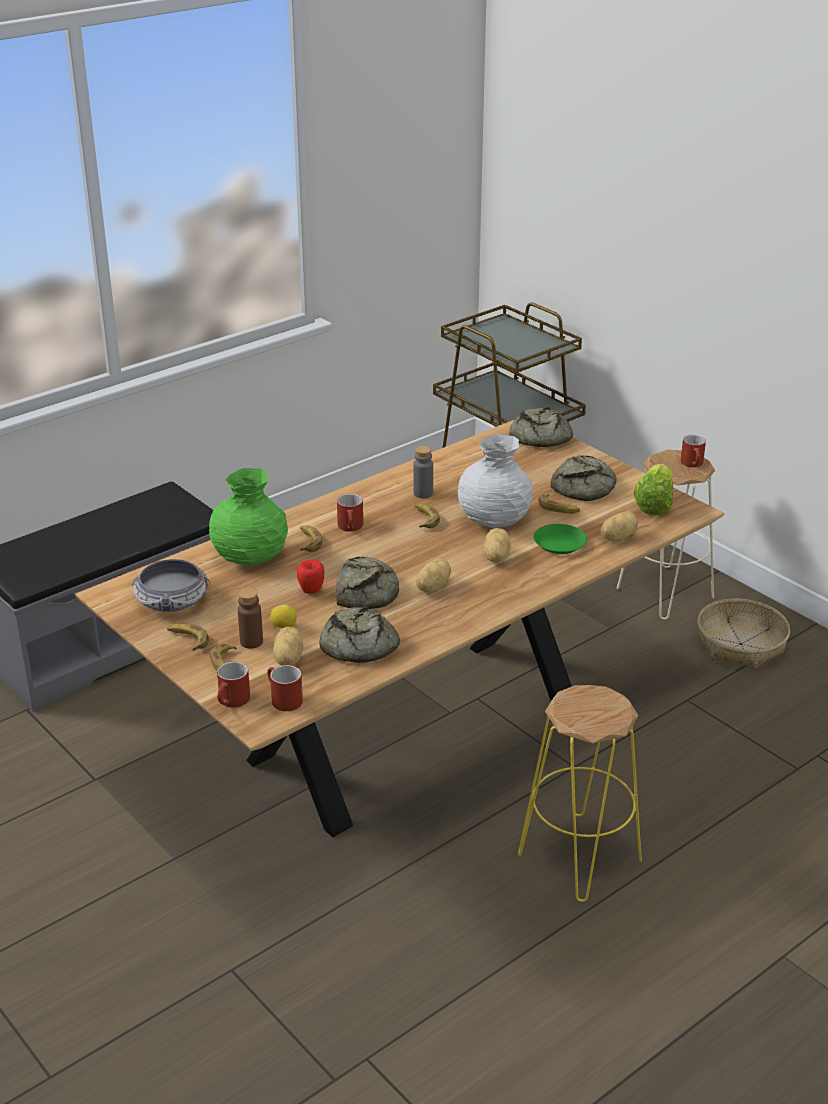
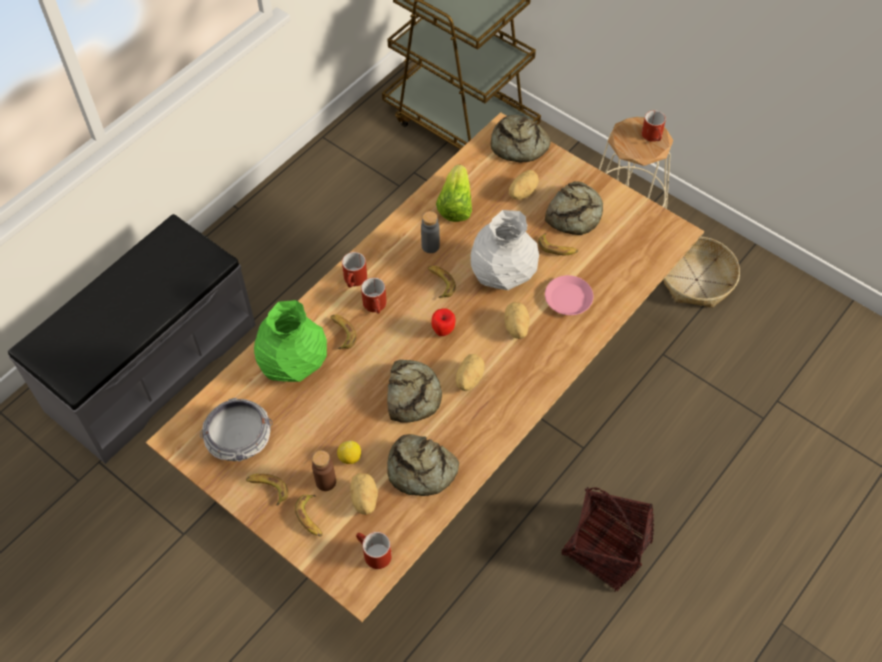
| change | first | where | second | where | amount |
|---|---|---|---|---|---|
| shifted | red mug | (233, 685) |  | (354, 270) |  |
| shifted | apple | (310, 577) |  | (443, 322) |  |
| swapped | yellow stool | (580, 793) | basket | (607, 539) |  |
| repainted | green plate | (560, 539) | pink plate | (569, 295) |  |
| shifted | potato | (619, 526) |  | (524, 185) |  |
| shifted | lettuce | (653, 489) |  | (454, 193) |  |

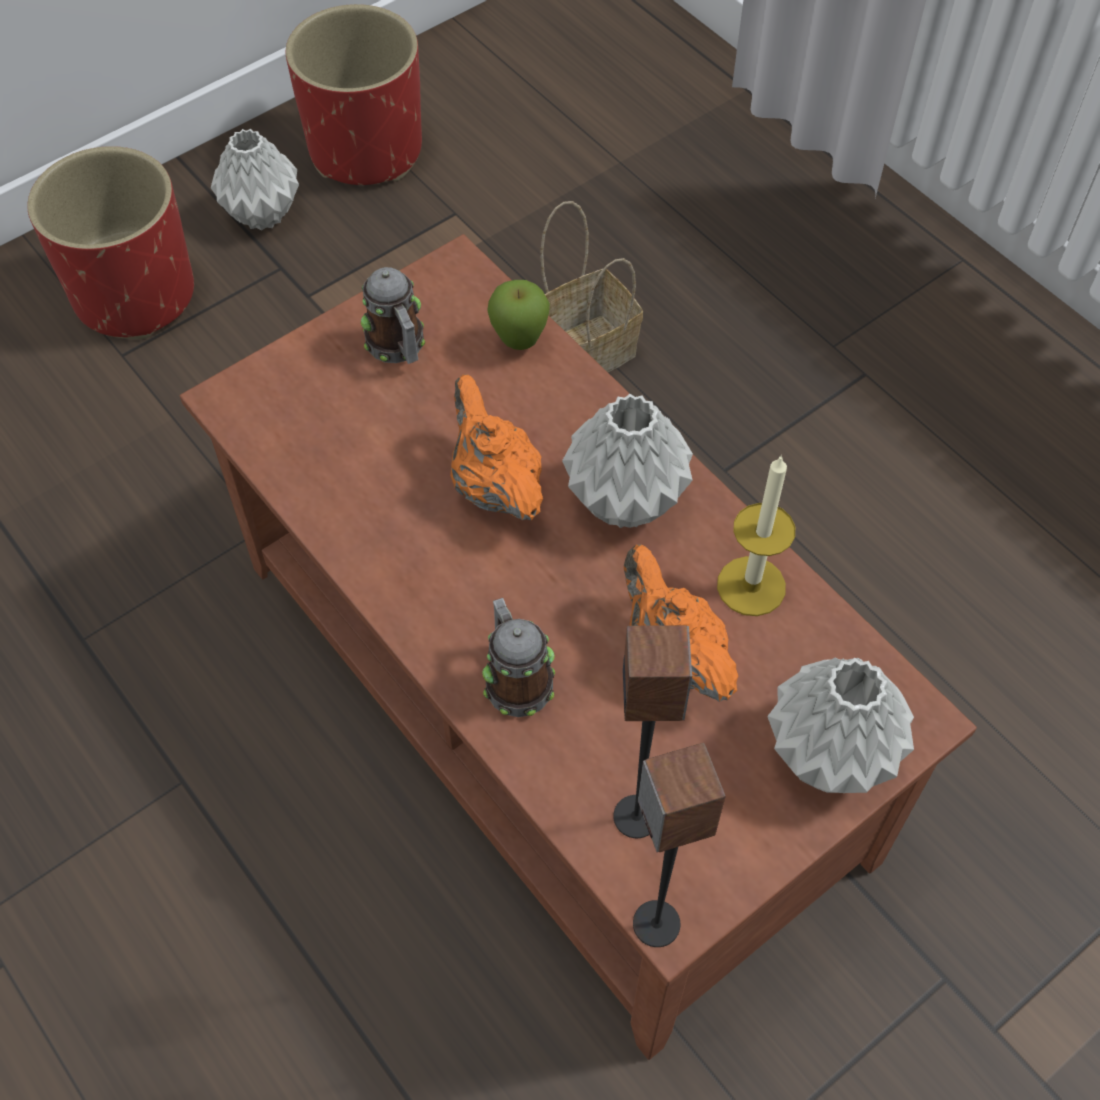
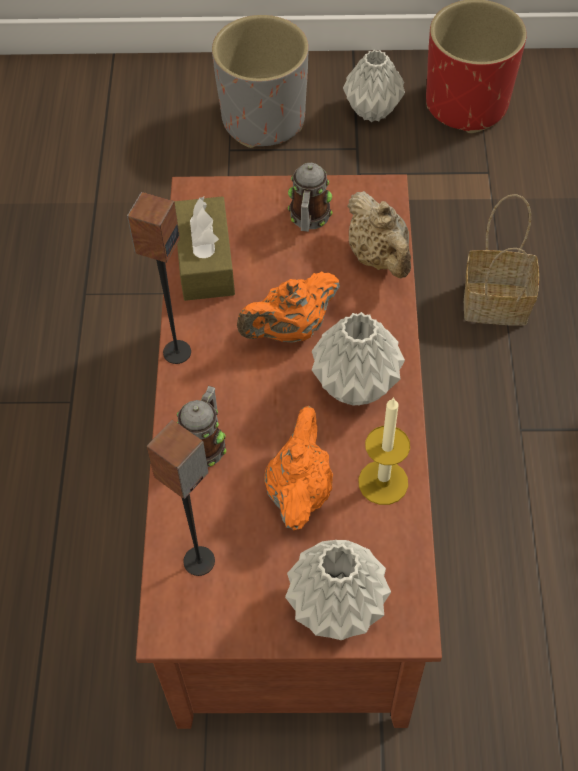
| change | first | where | second | where | amount |
|---|---|---|---|---|---|
| repainted | red planter | (110, 242) | grey planter | (260, 81) |  |
| rotated | orange teapot | (496, 447) |  | (288, 307) | 135 degrees counterclockwise |
| swapped | apple | (518, 315) | beige teapot | (379, 234) |  |
| shifted | speaker | (679, 845) |  | (159, 278) |  |
| new |  |  | brown tissue box | (204, 248) |  |

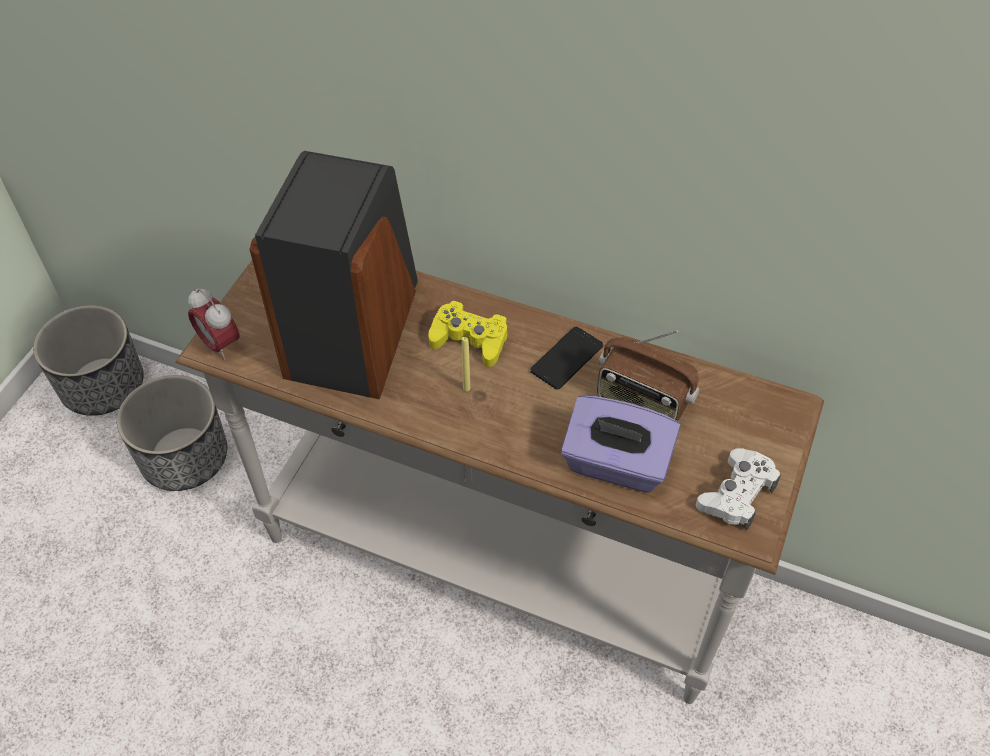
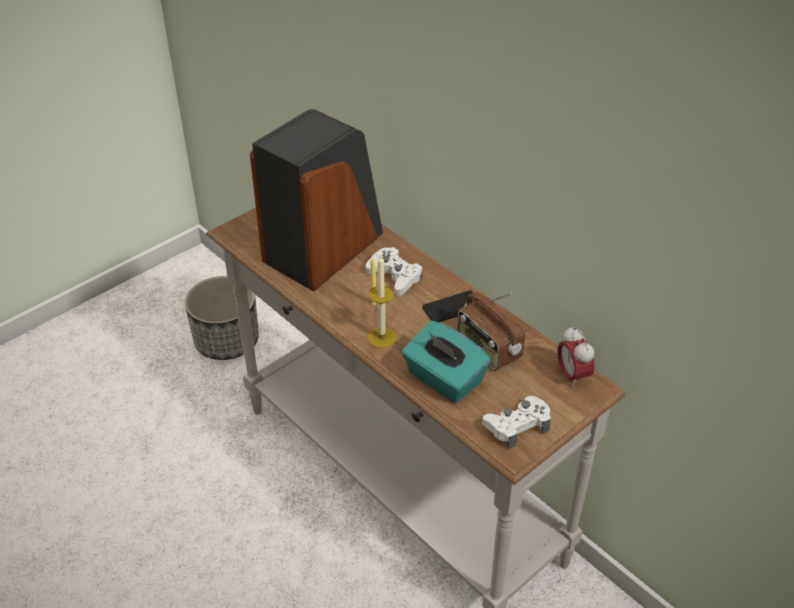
| change | first | where | second | where | amount |
|---|---|---|---|---|---|
| gone | planter | (88, 360) |  |  |  |
| shifted | alarm clock | (214, 324) |  | (576, 357) |  |
| repainted | yellow game controller | (468, 333) | white game controller | (394, 271) |  |
| repainted | purple tissue box | (620, 444) | turquoise tissue box | (446, 362) |  |
| new |  |  | candle | (381, 301) |  |

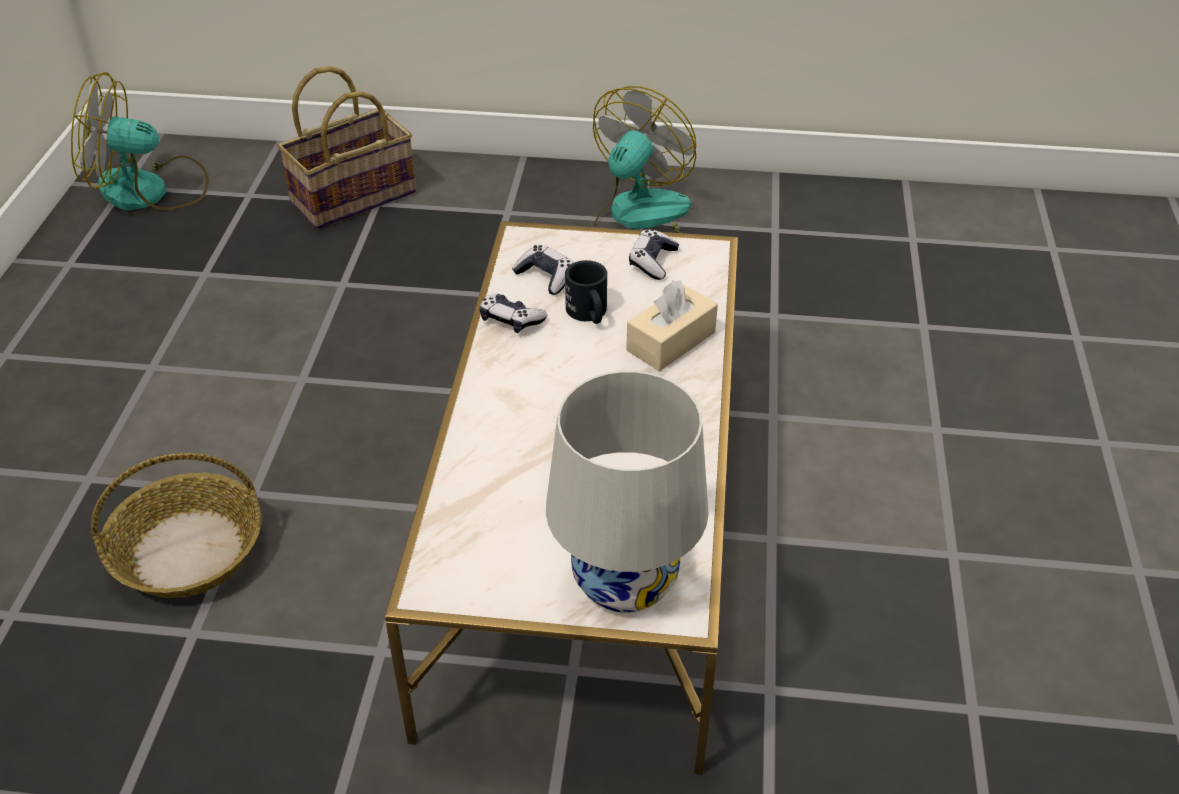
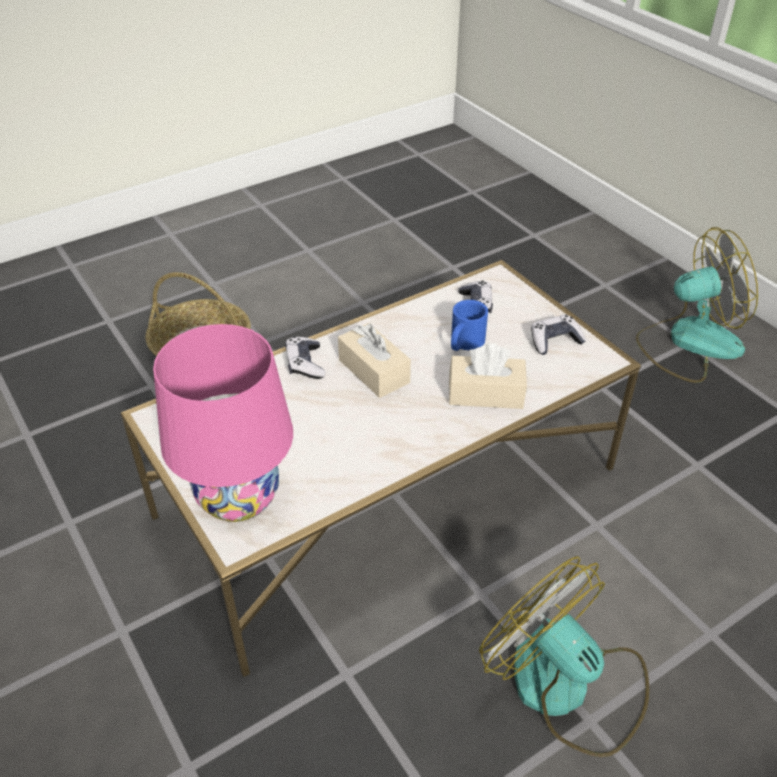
| change | first | where | second | where | amount |
|---|---|---|---|---|---|
| shifted | fan | (140, 141) |  | (564, 656) |  |
| gone | basket | (346, 147) |  |  |  |
| shifted | game controller | (513, 313) |  | (305, 358) |  |
| repainted | white table lamp | (627, 492) | pink table lamp | (223, 423) |  |
| repainted | black mug | (586, 292) | blue mug | (469, 325) |  |
| new |  |  | beige tissue box | (374, 360) |  |

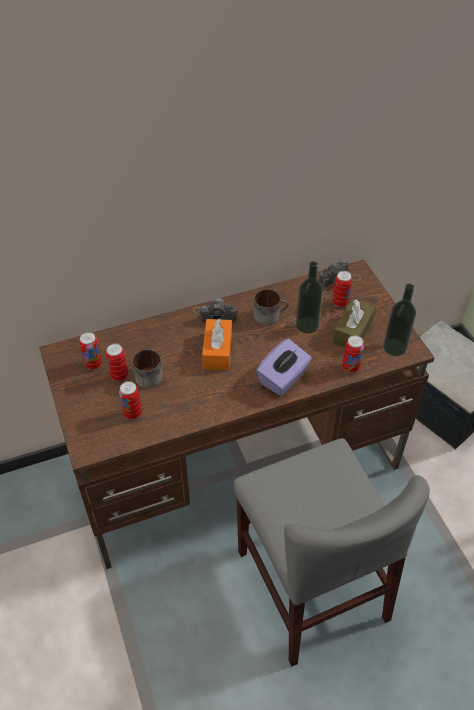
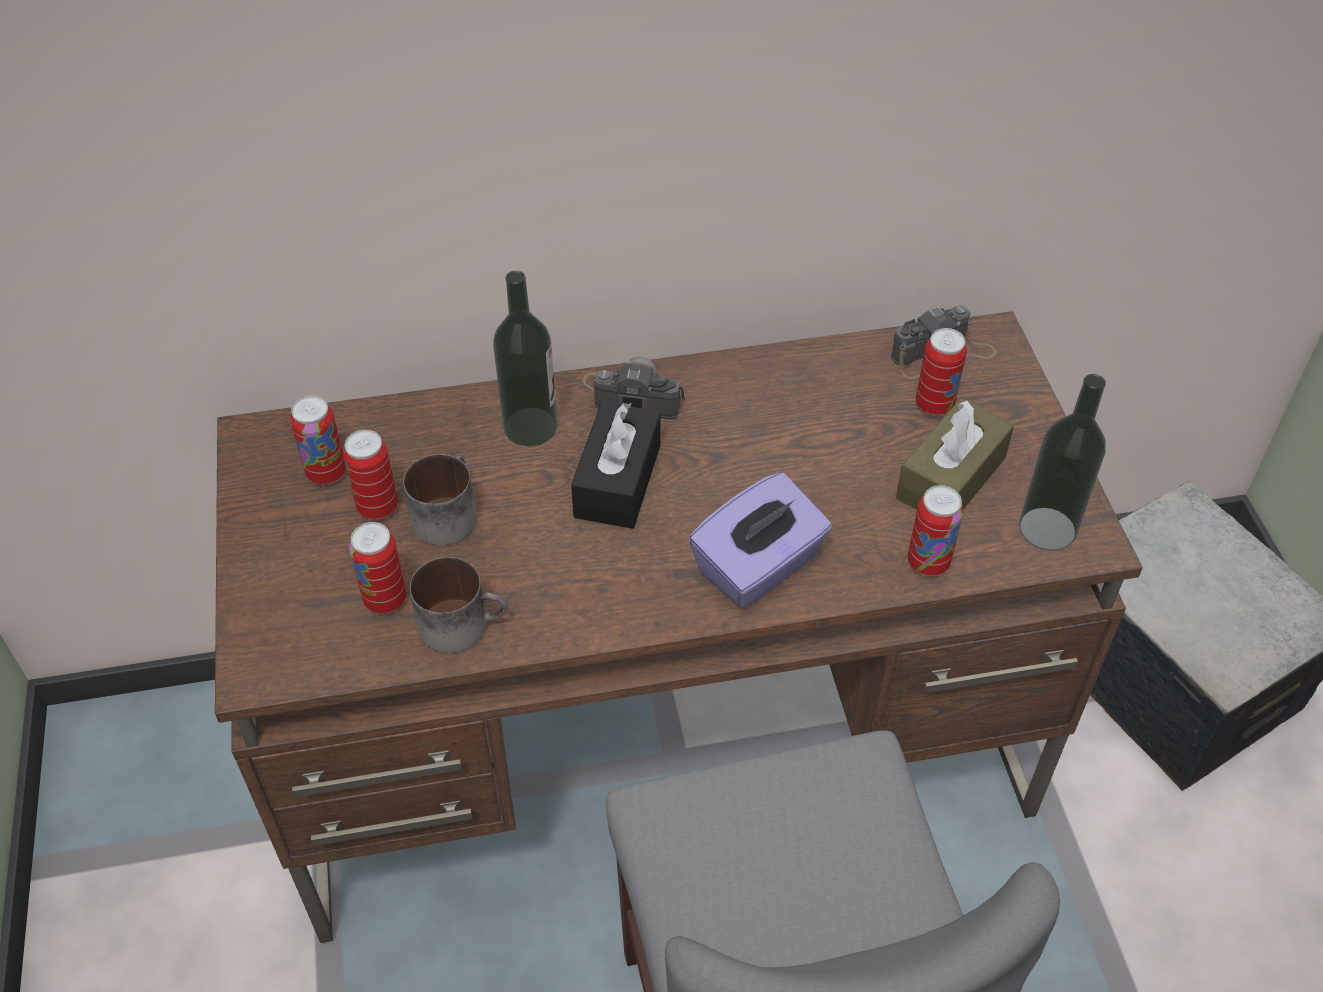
| change | first | where | second | where | amount |
|---|---|---|---|---|---|
| repainted | orange tissue box | (217, 344) | black tissue box | (616, 465) |  |
| shifted | mug | (271, 307) |  | (458, 605) |  |
| shifted | bottle | (309, 297) |  | (525, 358) |  |

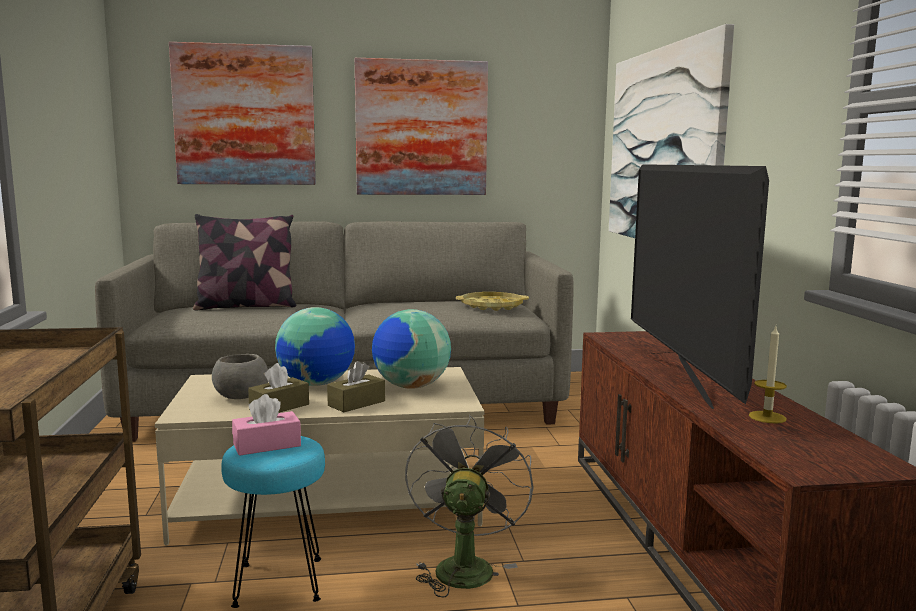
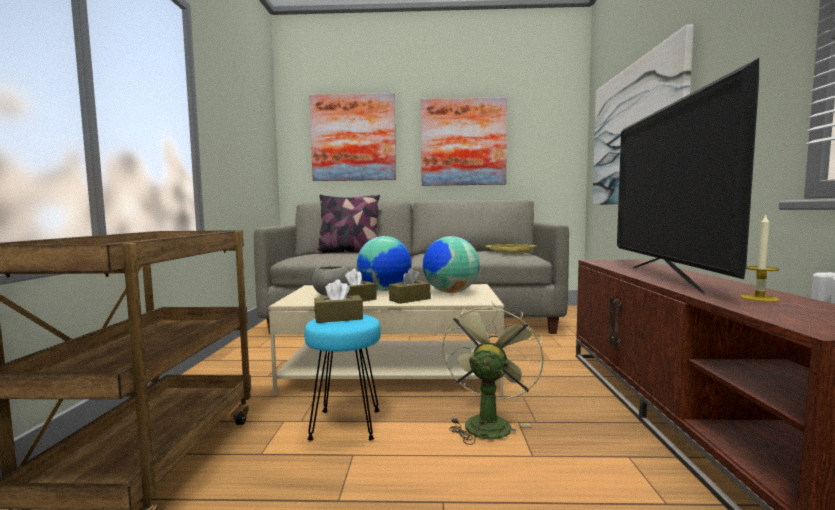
| change | first | where | second | where | amount |
|---|---|---|---|---|---|
| repainted | pink tissue box | (266, 425) | brown tissue box | (338, 301) |  |
| repainted | grey fan | (469, 506) | green fan | (493, 374) |  |

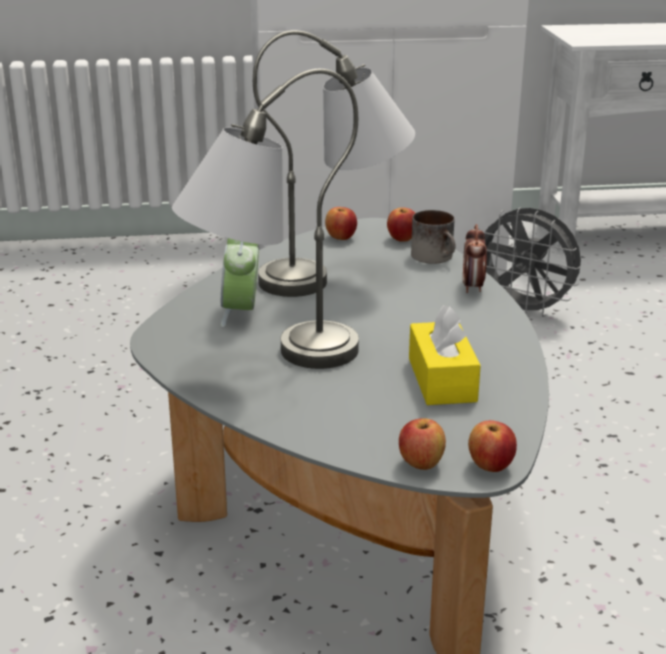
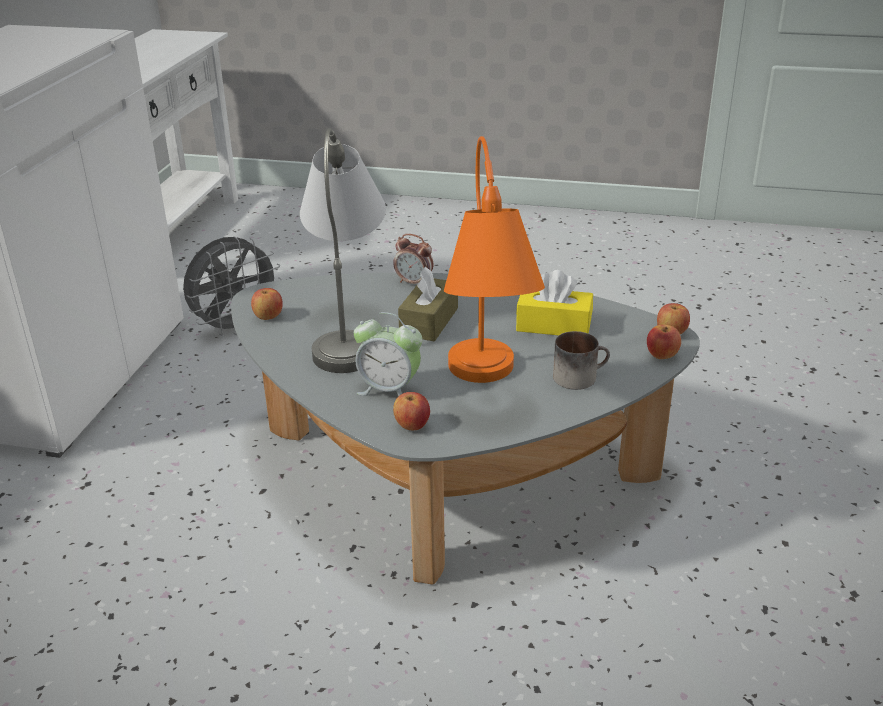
| change | first | where | second | where | amount |
|---|---|---|---|---|---|
| repainted | grey table lamp | (265, 218) | orange table lamp | (494, 259) |  |
| shifted | apple | (401, 224) |  | (411, 411) |  |
| shifted | mug | (433, 237) |  | (581, 360) |  |
| new |  |  | brown tissue box | (428, 303) |  |

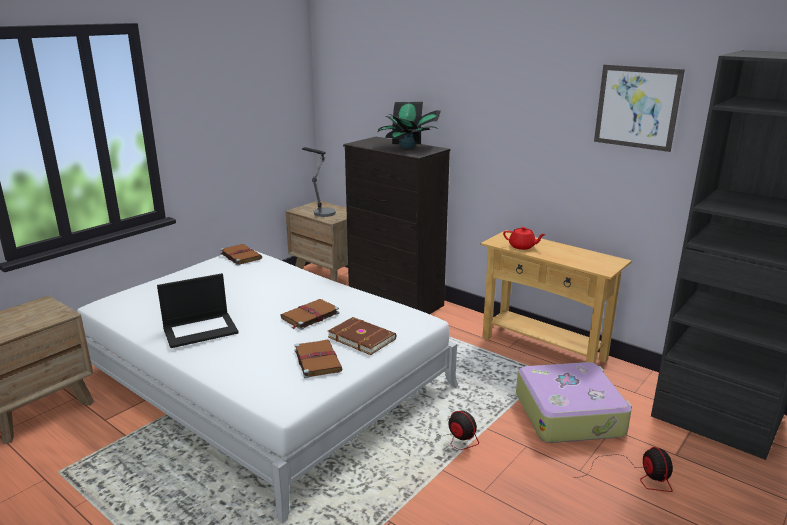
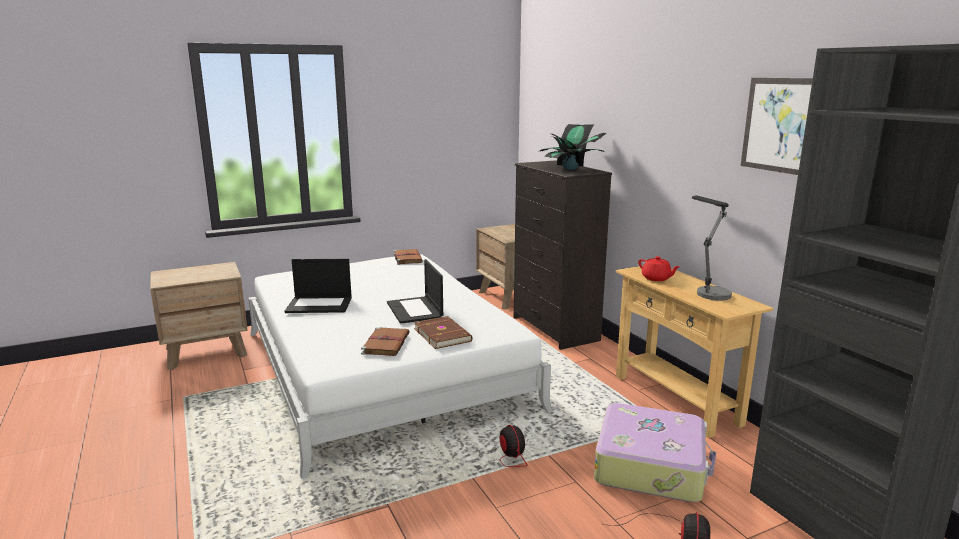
| change | first | where | second | where | amount |
|---|---|---|---|---|---|
| swapped | brown book | (309, 314) | laptop | (415, 291) |  |
| shifted | table lamp | (319, 182) |  | (712, 247) |  |

